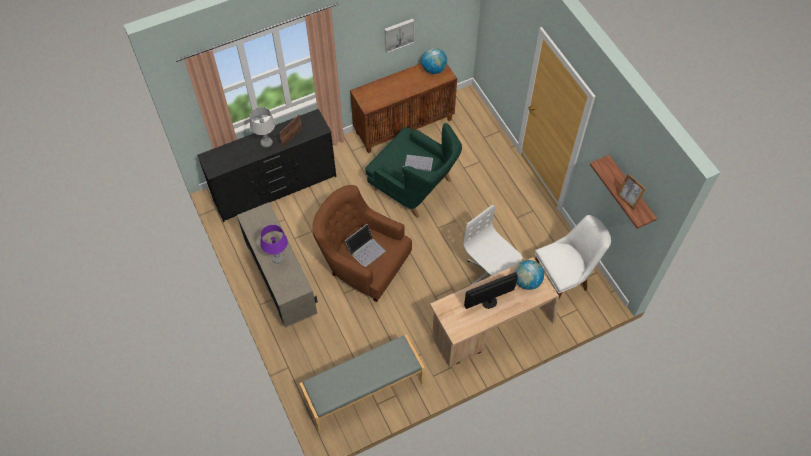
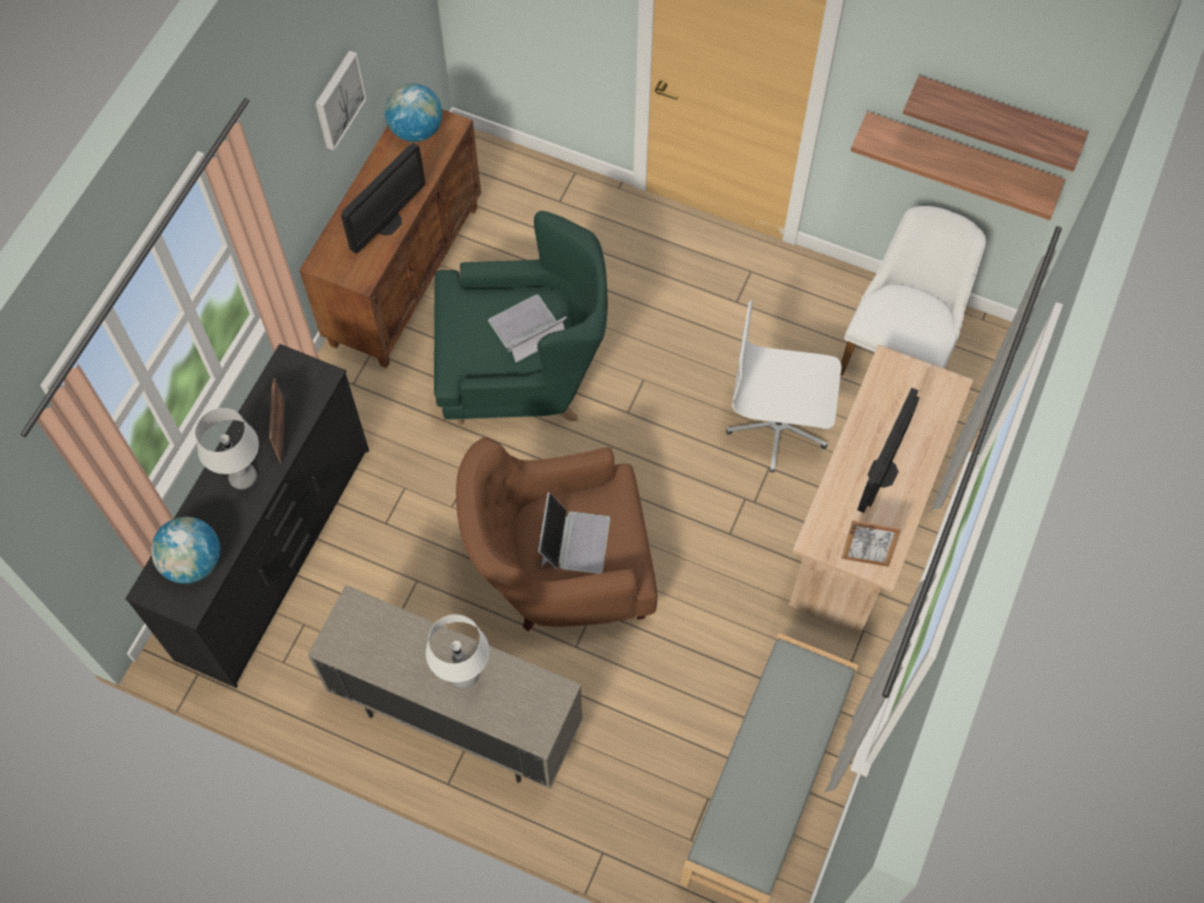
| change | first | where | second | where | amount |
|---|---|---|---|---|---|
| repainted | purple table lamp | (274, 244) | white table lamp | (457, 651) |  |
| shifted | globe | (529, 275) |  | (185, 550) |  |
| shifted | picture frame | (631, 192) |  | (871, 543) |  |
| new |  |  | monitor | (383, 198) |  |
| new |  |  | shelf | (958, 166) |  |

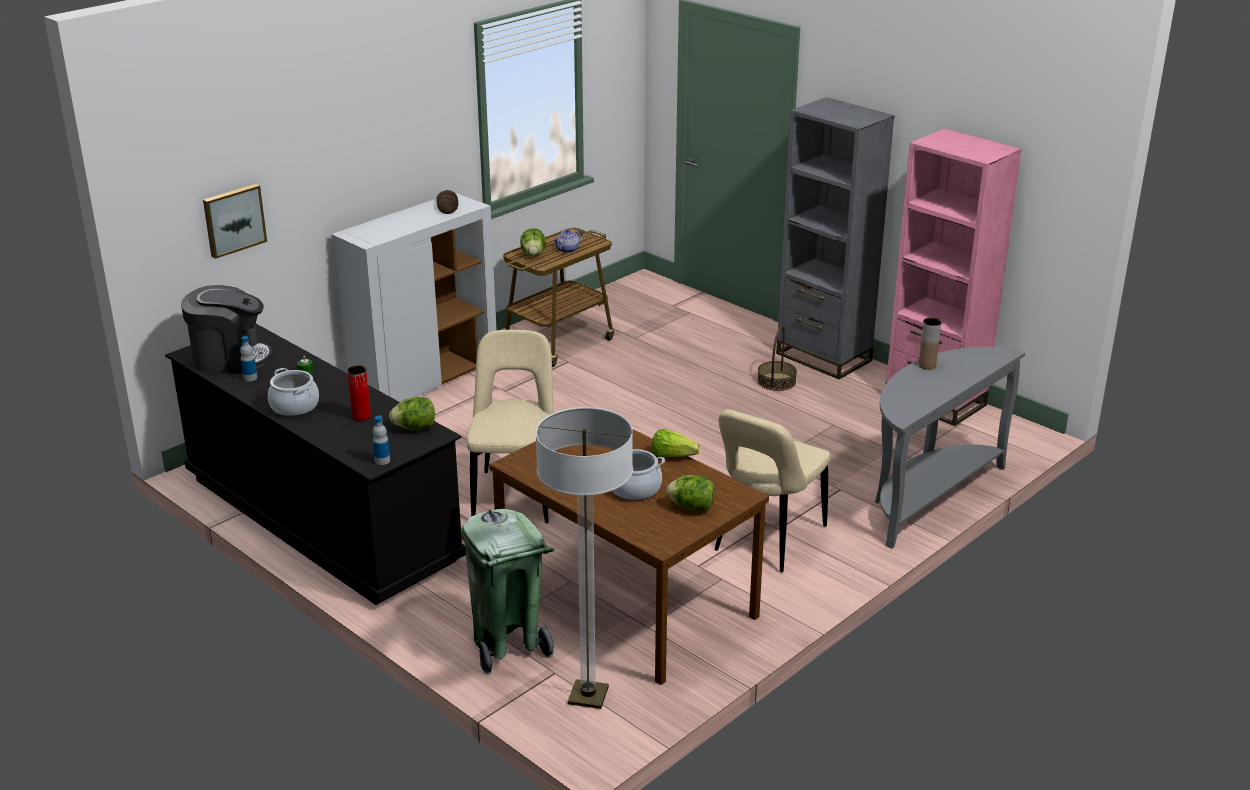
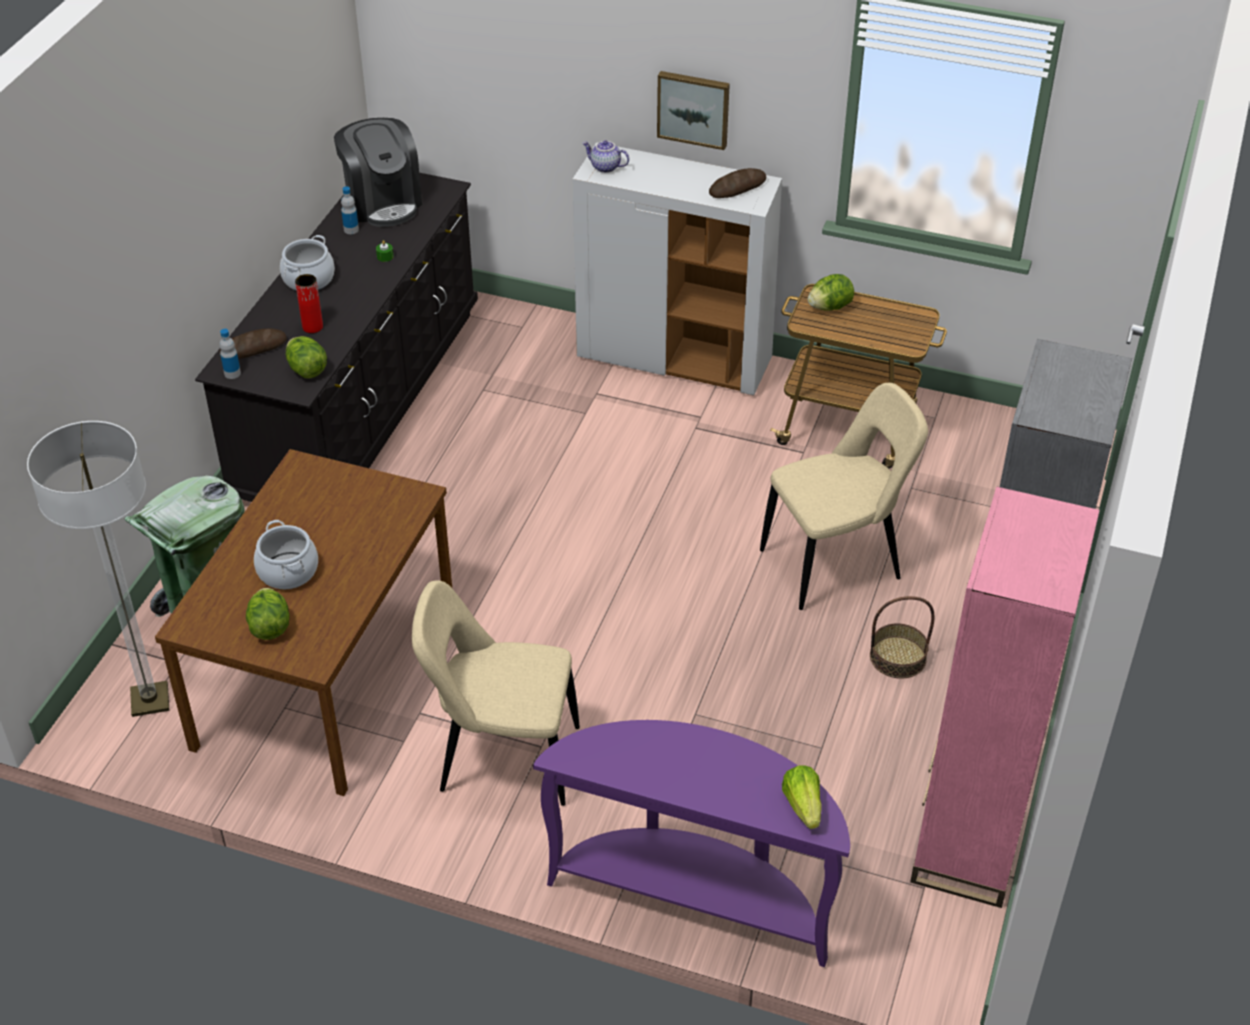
| change | first | where | second | where | amount |
|---|---|---|---|---|---|
| shifted | picture | (235, 221) |  | (693, 110) |  |
| shifted | beige chair | (510, 426) |  | (844, 496) |  |
| shifted | teapot | (568, 241) |  | (605, 156) |  |
| shifted | lettuce | (676, 443) |  | (802, 797) |  |
| repainted | grey console table | (950, 448) | purple console table | (691, 843) |  |
| gone | brown vase | (929, 344) |  |  |  |
| new |  |  | bread | (253, 344) |  |

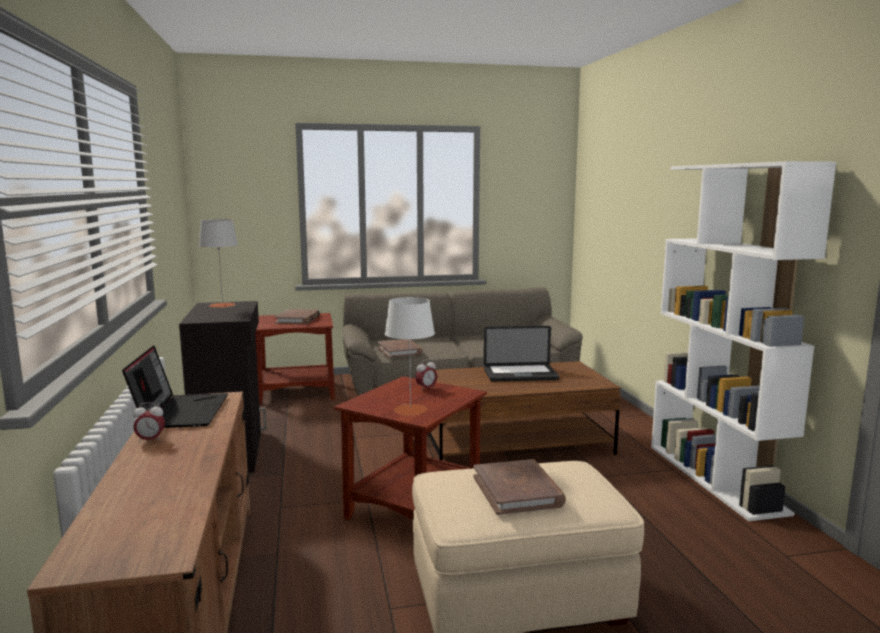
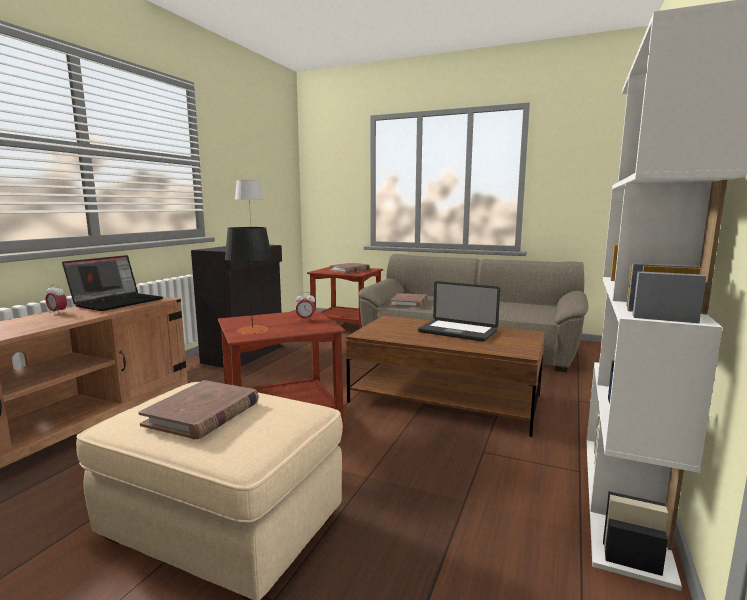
| change | first | where | second | where | amount |
|---|---|---|---|---|---|
| repainted | white table lamp | (410, 356) | black table lamp | (248, 280) |  |

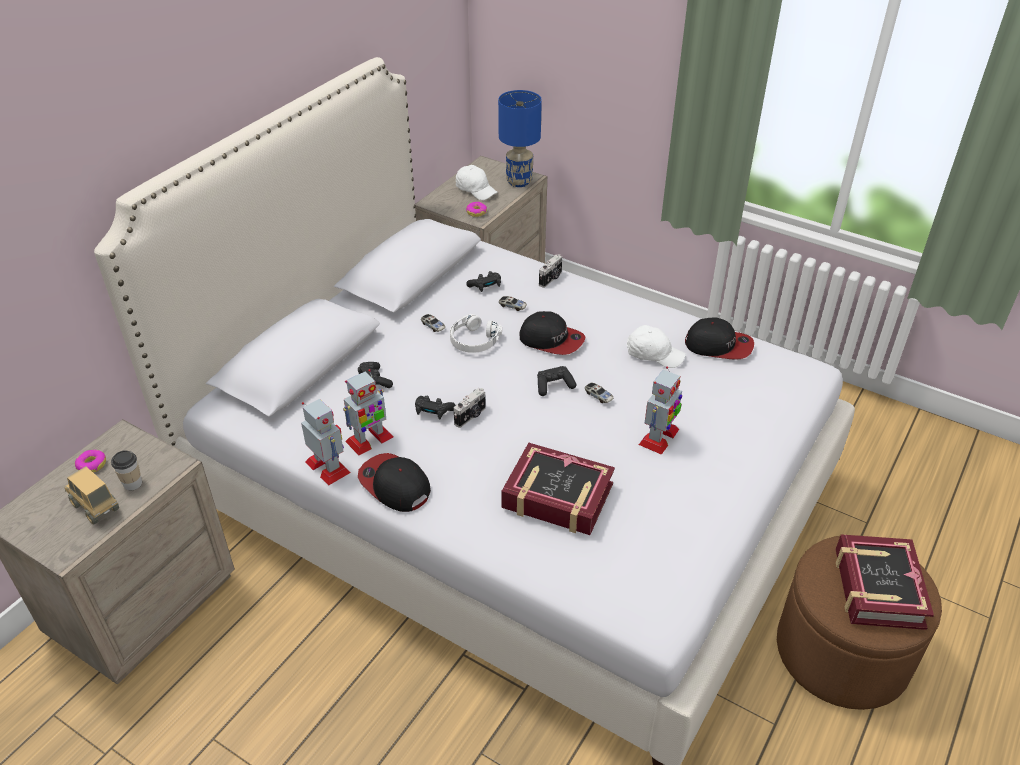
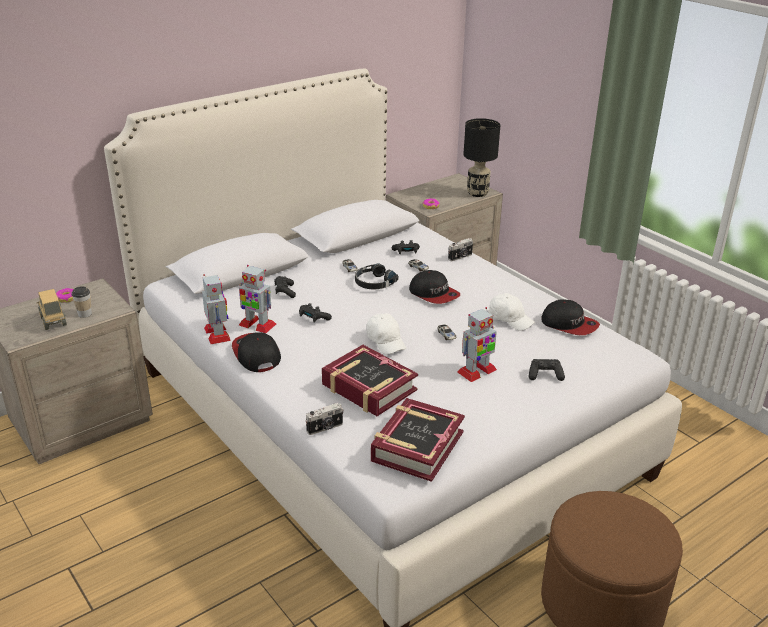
| change | first | where | second | where | amount |
|---|---|---|---|---|---|
| rotated | toy robot | (368, 412) |  | (257, 299) | 45 degrees clockwise |
| repainted | white headphones | (476, 333) | black headphones | (377, 276) |  |
| shifted | photo camera | (470, 408) |  | (324, 419) |  |
| shifted | white cap | (476, 182) |  | (386, 334) |  |
| repainted | blue table lamp | (520, 138) | black table lamp | (481, 157) |  |
| shifted | black game controller | (556, 381) |  | (547, 370) |  |
| shifted | book | (885, 582) |  | (418, 440) |  |

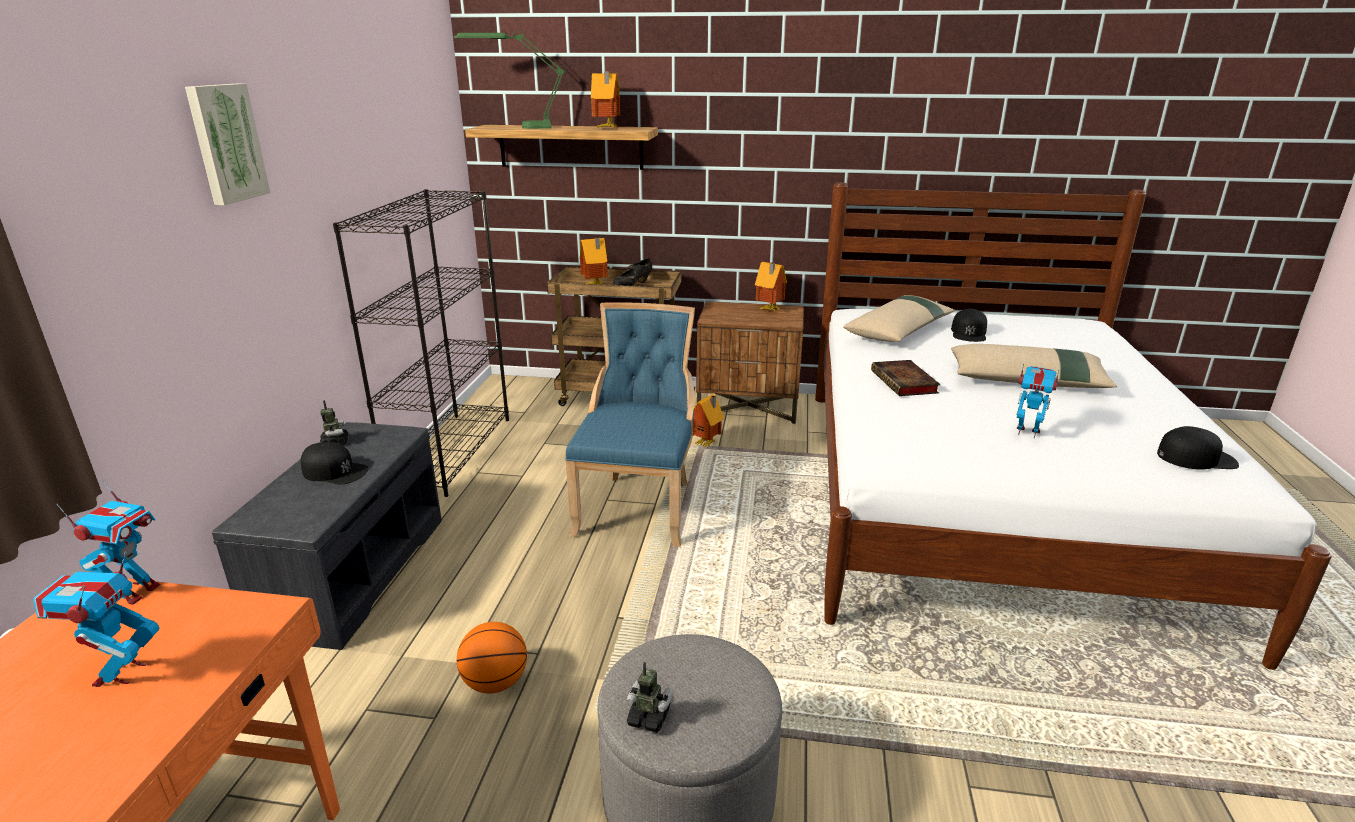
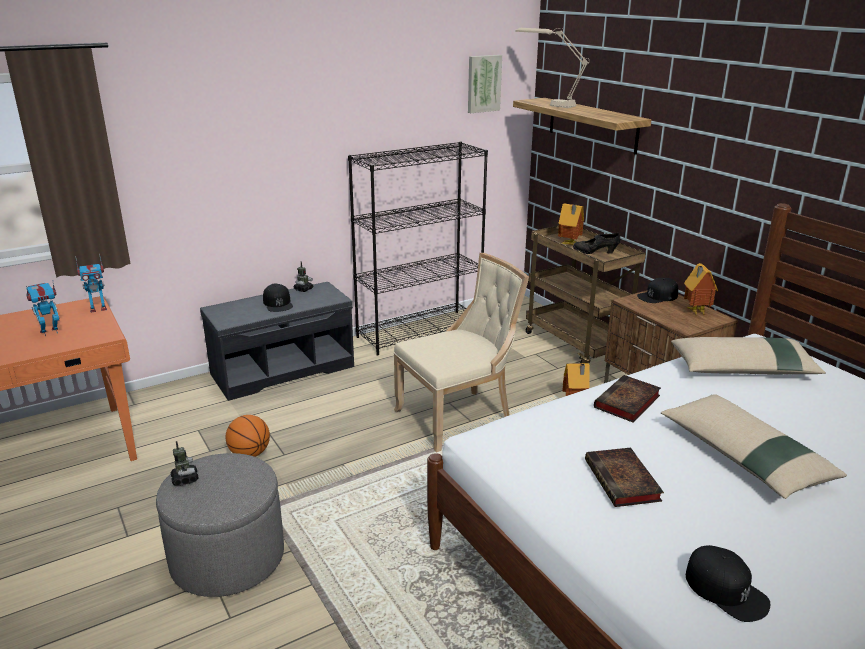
| change | first | where | second | where | amount |
|---|---|---|---|---|---|
| shifted | picture | (227, 144) |  | (485, 84) |  |
| repainted | green table lamp | (510, 80) | beige table lamp | (552, 68) |  |
| repainted | blue chair | (630, 424) | beige chair | (461, 352) |  |
| gone | toy house | (605, 99) |  |  |  |
| shifted | black cap | (969, 325) |  | (657, 290) |  |
| swapped | toy robot | (1037, 401) | book | (624, 477) |  |

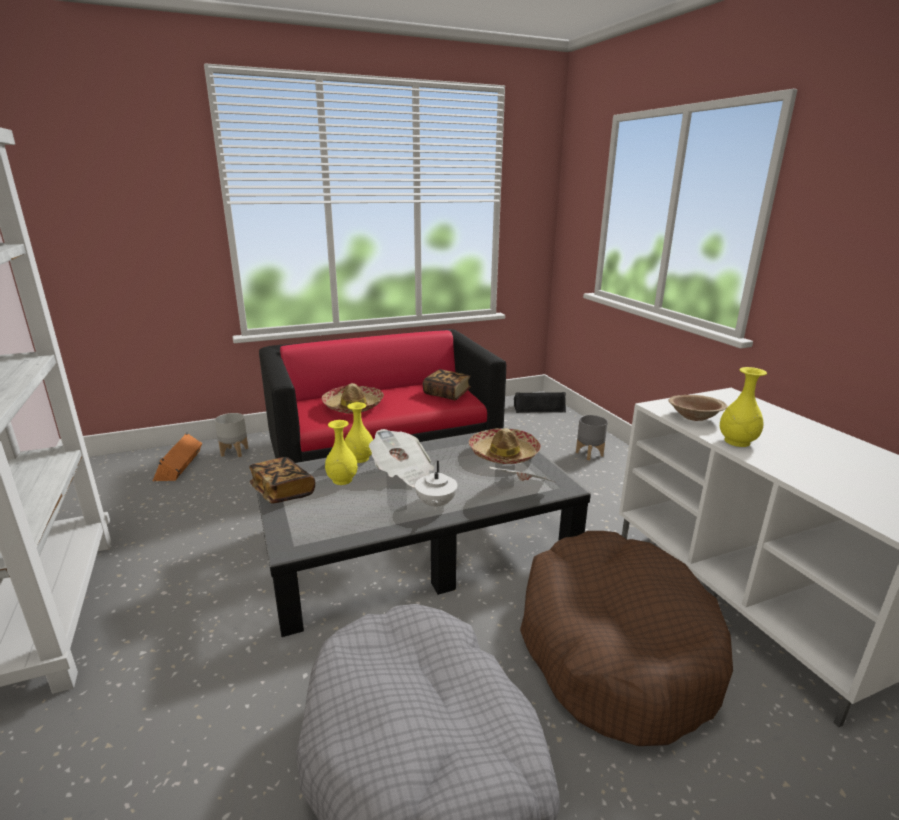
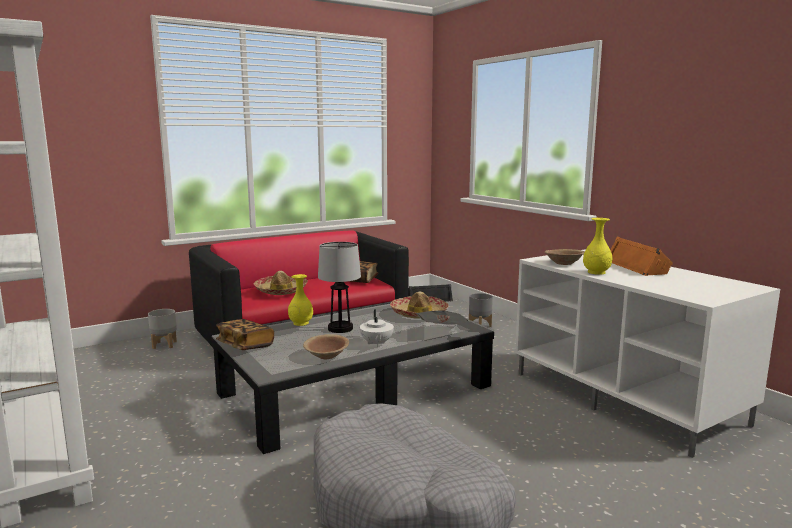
| change | first | where | second | where | amount |
|---|---|---|---|---|---|
| shifted | orange speaker | (177, 456) |  | (642, 256) |  |
| gone | yellow vase | (341, 452) |  |  |  |
| swapped | newspaper | (401, 458) | table lamp | (339, 287) |  |
| gone | brown dog bed | (626, 638) |  |  |  |
| new |  |  | brown bowl | (326, 346) |  |

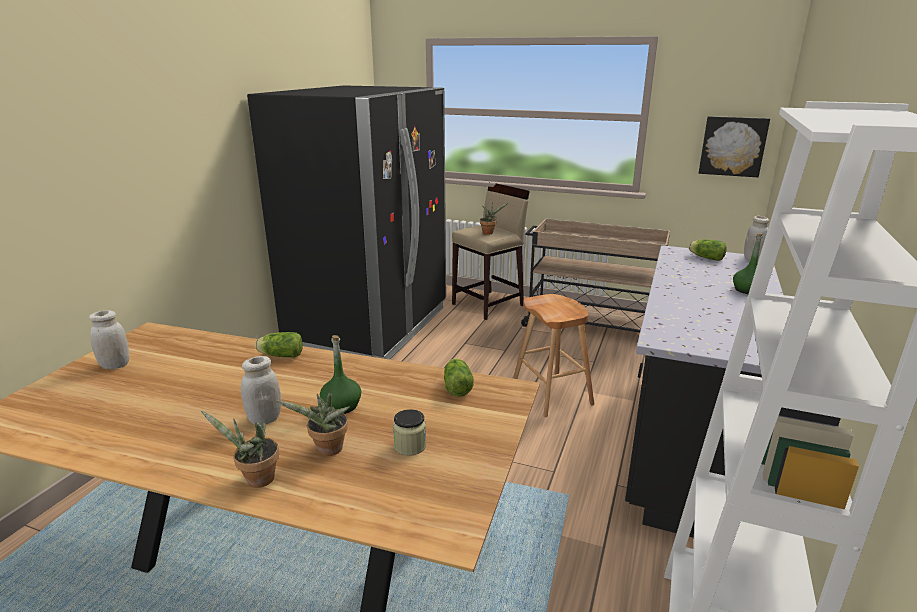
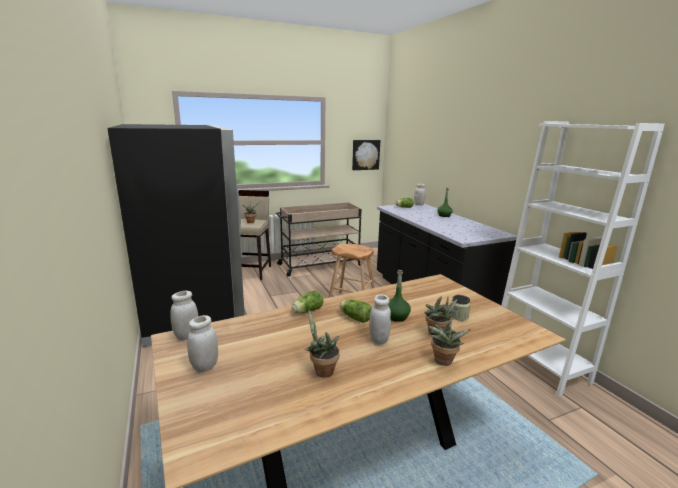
| change | first | where | second | where | amount |
|---|---|---|---|---|---|
| shifted | lettuce | (459, 377) |  | (355, 311) |  |
| new |  |  | white jar | (184, 315) |  |
| new |  |  | potted plant | (322, 344) |  |

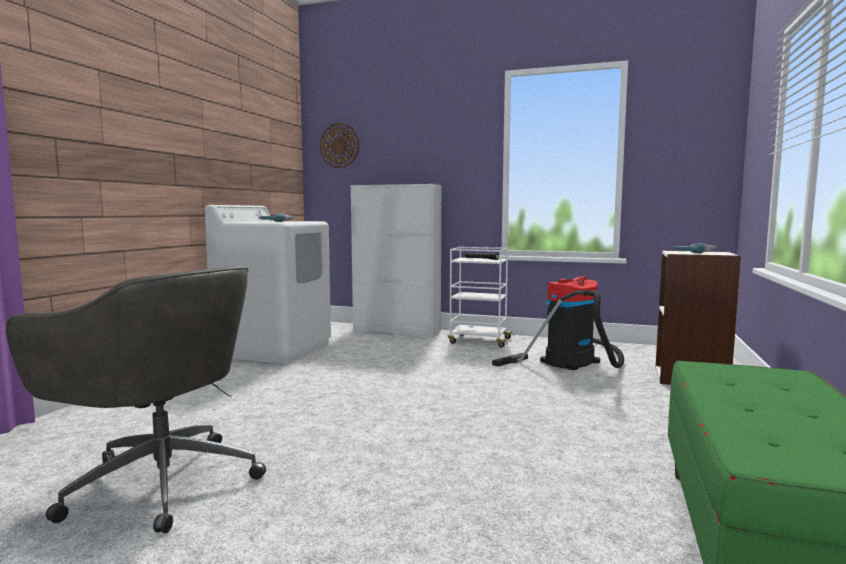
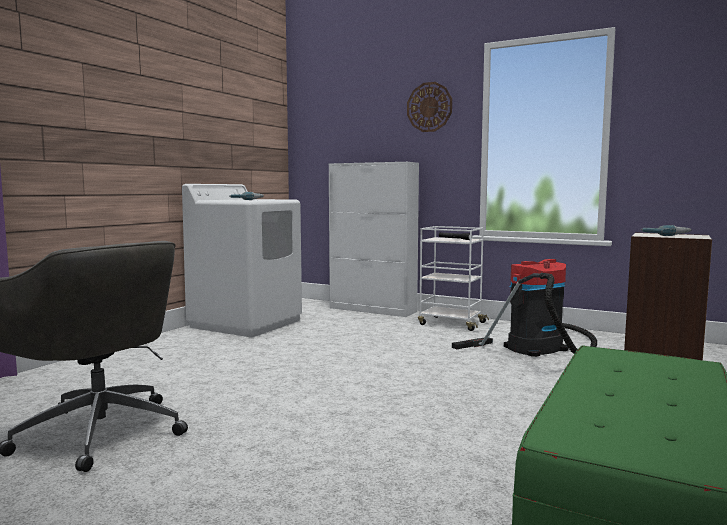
| change | first | where | second | where | amount |
|---|---|---|---|---|---|
| shifted | wall clock | (339, 145) |  | (429, 107) |  |

